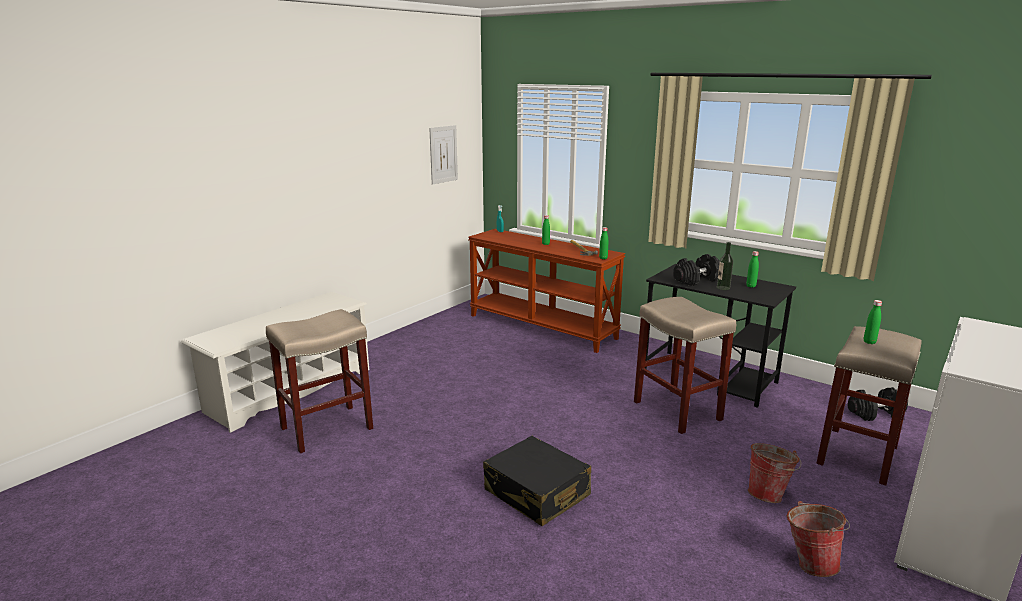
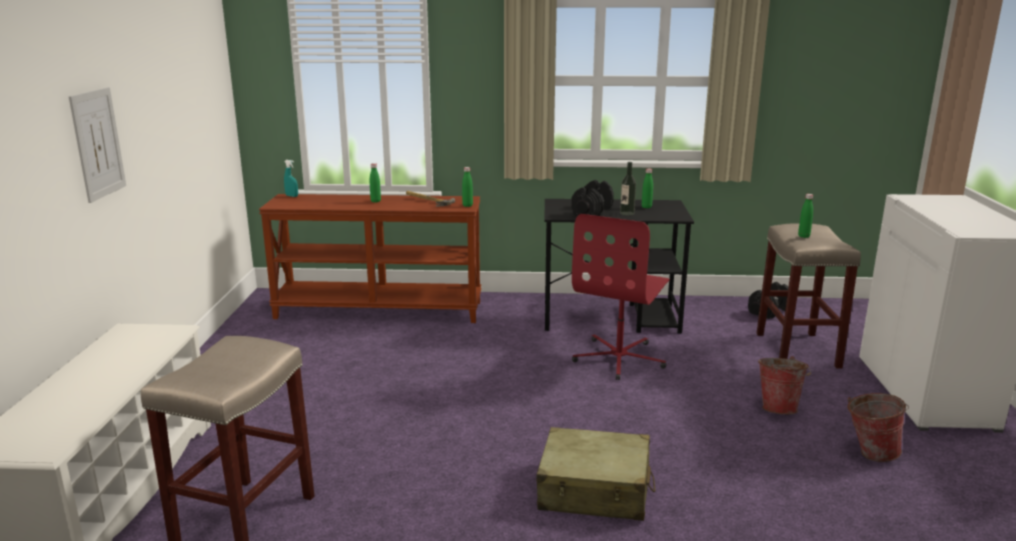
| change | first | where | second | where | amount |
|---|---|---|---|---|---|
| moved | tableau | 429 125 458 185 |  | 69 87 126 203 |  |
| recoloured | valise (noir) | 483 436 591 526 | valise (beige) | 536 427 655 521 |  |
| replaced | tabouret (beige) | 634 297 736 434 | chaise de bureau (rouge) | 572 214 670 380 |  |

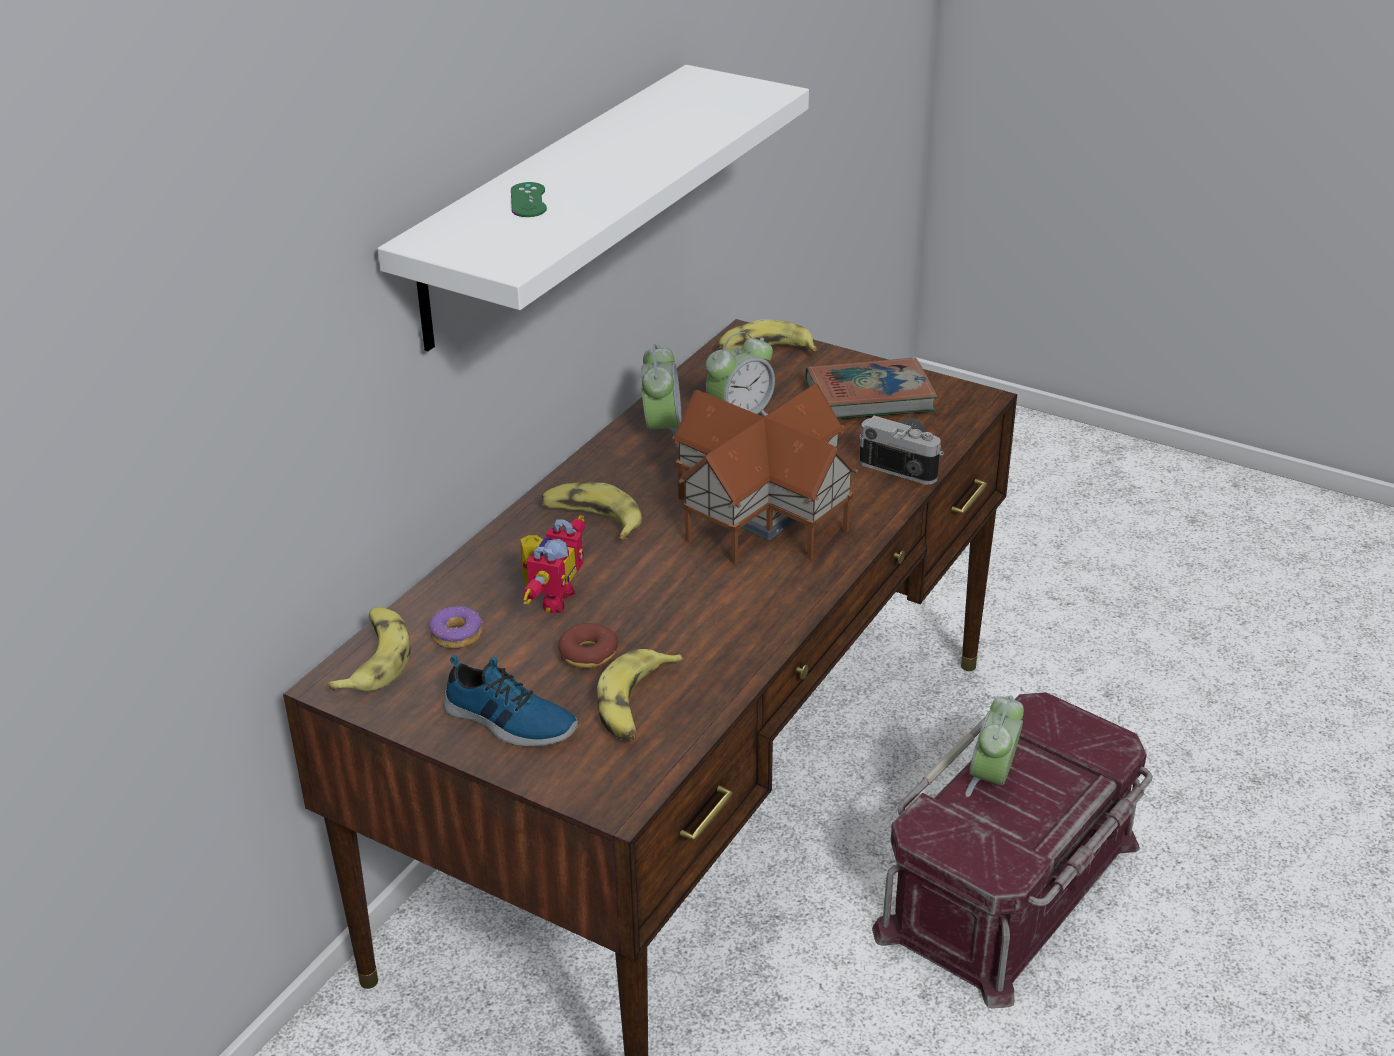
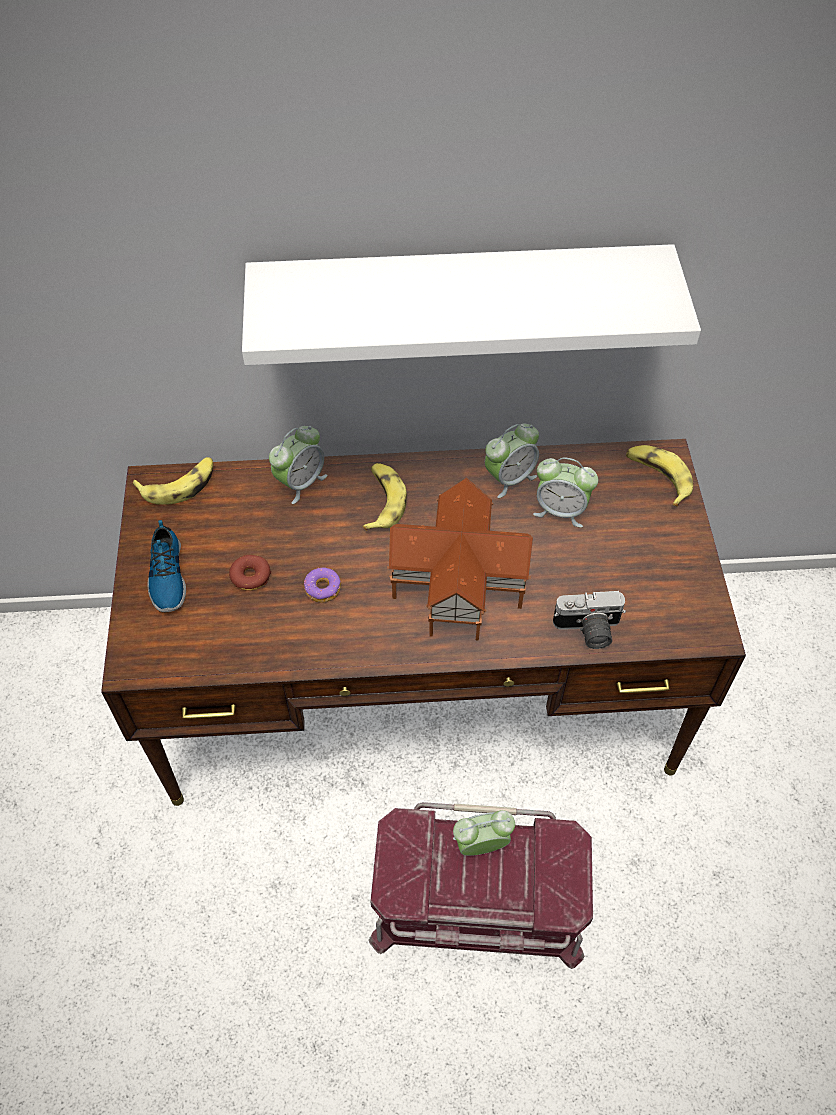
| change | first | where | second | where | amount |
|---|---|---|---|---|---|
| added |  |  | réveil | 269 426 327 504 |  |
| moved | beignet | 429 606 483 649 |  | 304 567 341 603 |  |
| turned | appareil photo | 860 416 944 485 |  | 553 591 626 649 | 90 degrees clockwise |
| removed | manette (vert) | 511 182 547 217 |  |  |  |
| removed | robot jouet | 520 515 585 614 |  |  |  |
| removed | banane | 597 649 684 741 |  |  |  |
| removed | livre | 806 358 937 419 |  |  |  |

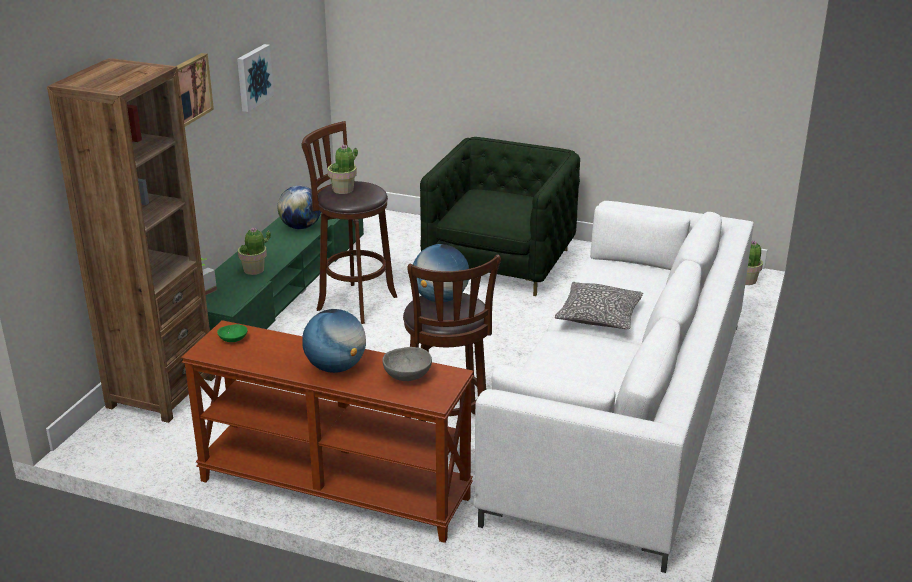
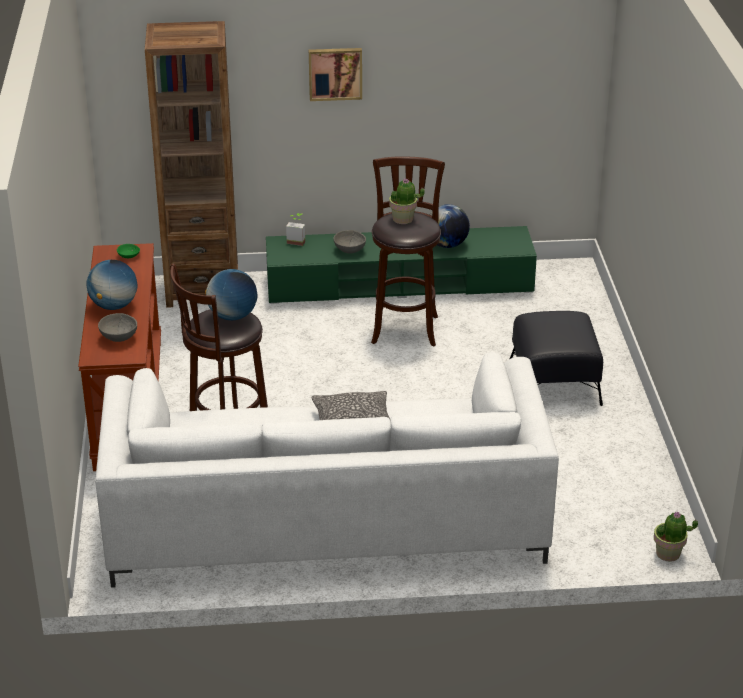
| change | first | where | second | where | amount |
|---|---|---|---|---|---|
| replaced | plante en pot | 238 228 271 275 | bol (gris) | 333 230 366 253 |  |
| replaced | fauteuil (vert) | 420 137 580 296 | pouf (noir) | 510 311 603 406 |  |
| removed | tableau | 237 44 274 112 |  |  |  |

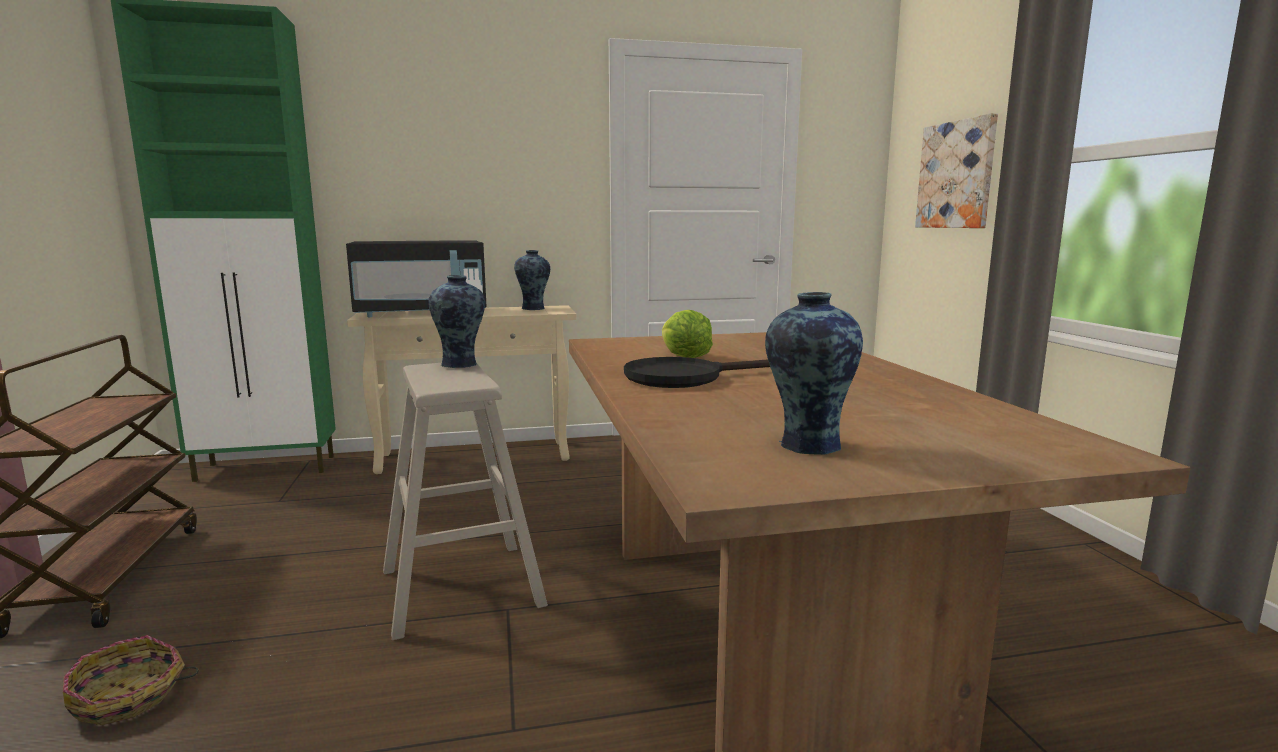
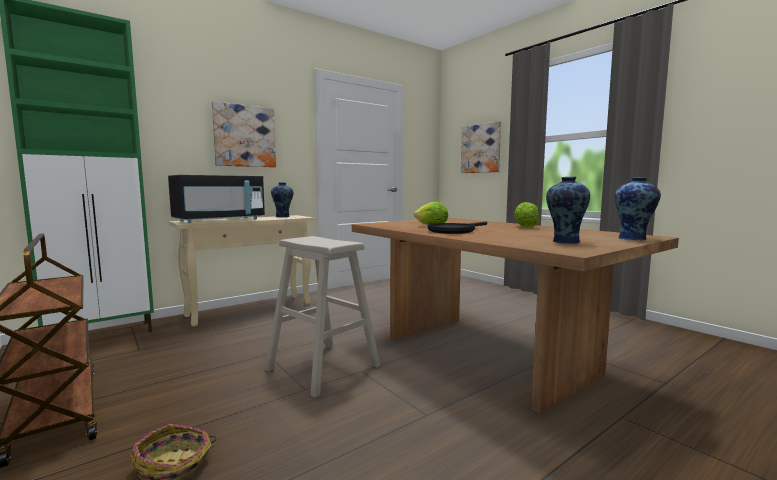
| change | first | where | second | where | amount |
|---|---|---|---|---|---|
| added |  |  | tableau | 212 101 276 167 |  |
| added |  |  | laitue | 514 202 539 227 |  |
| moved | vase | 428 275 485 368 |  | 615 177 661 240 |  |

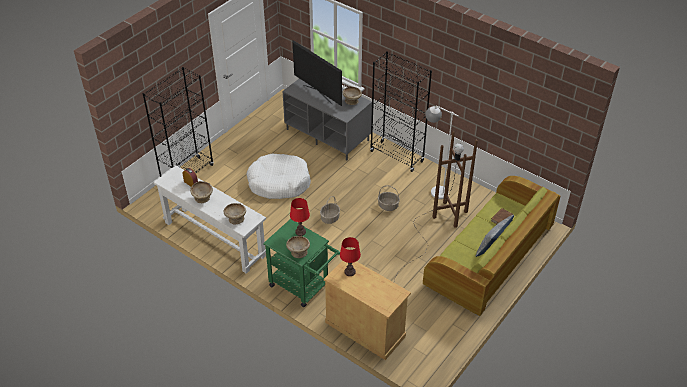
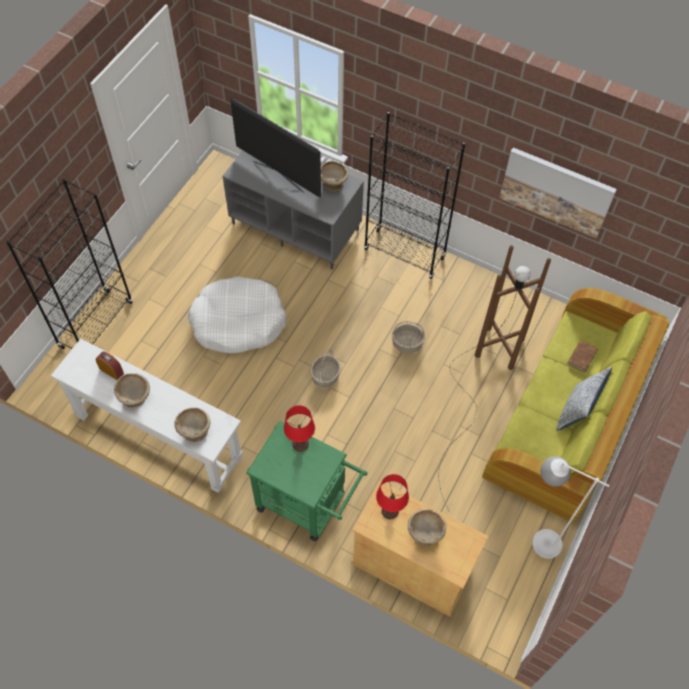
| change | first | where | second | where | amount |
|---|---|---|---|---|---|
| moved | bol (beige) | 286 236 310 258 |  | 408 509 446 546 |  |
| added |  |  | tableau | 499 147 617 238 |  |
| moved | lampadaire (blanc) | 425 105 459 199 |  | 532 456 610 559 |  |

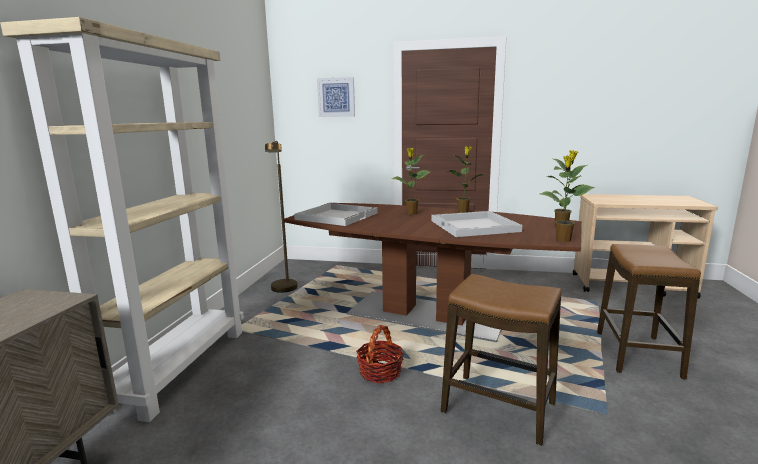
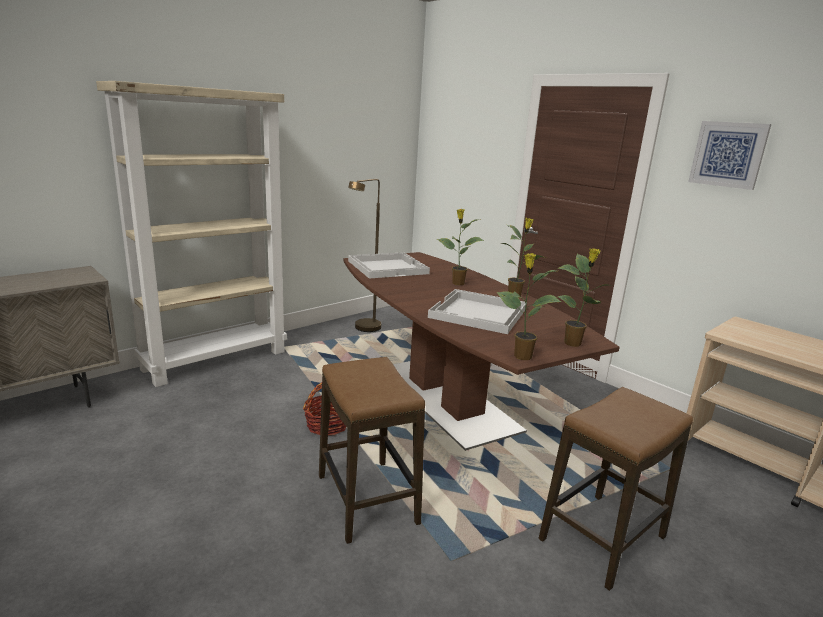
| change | first | where | second | where | amount |
|---|---|---|---|---|---|
| moved | tableau | 317 77 355 117 |  | 688 121 771 190 |  |

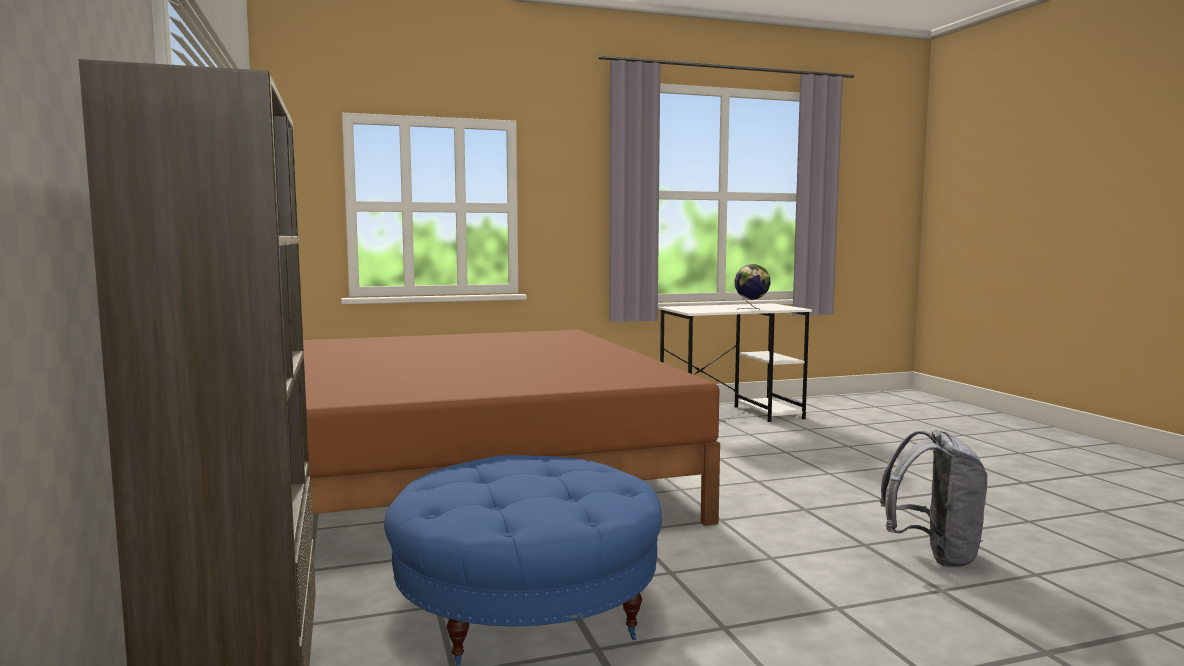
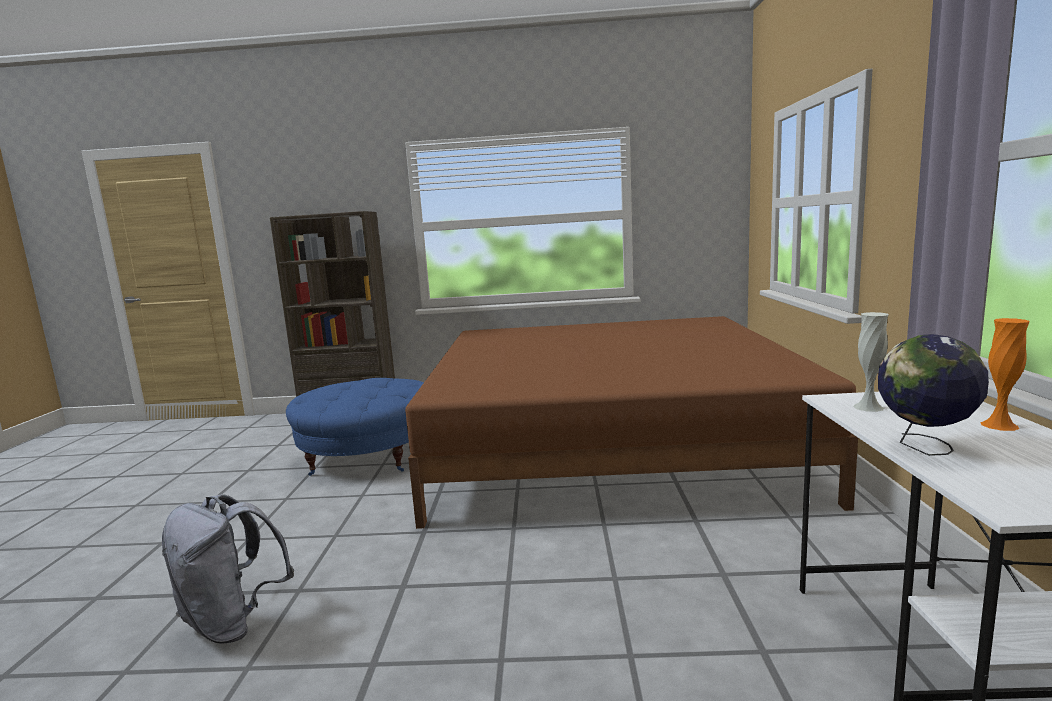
| change | first | where | second | where | amount |
|---|---|---|---|---|---|
| added |  |  | vase (blanc) | 853 312 888 412 |  |
| added |  |  | vase (orange) | 980 318 1030 431 |  |

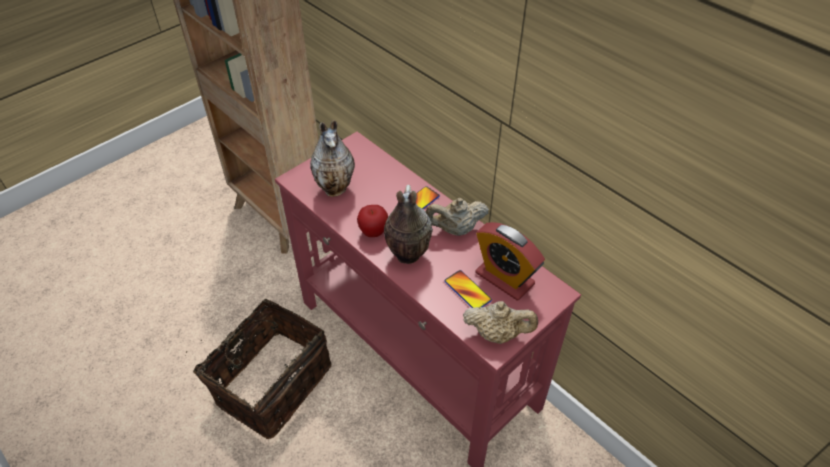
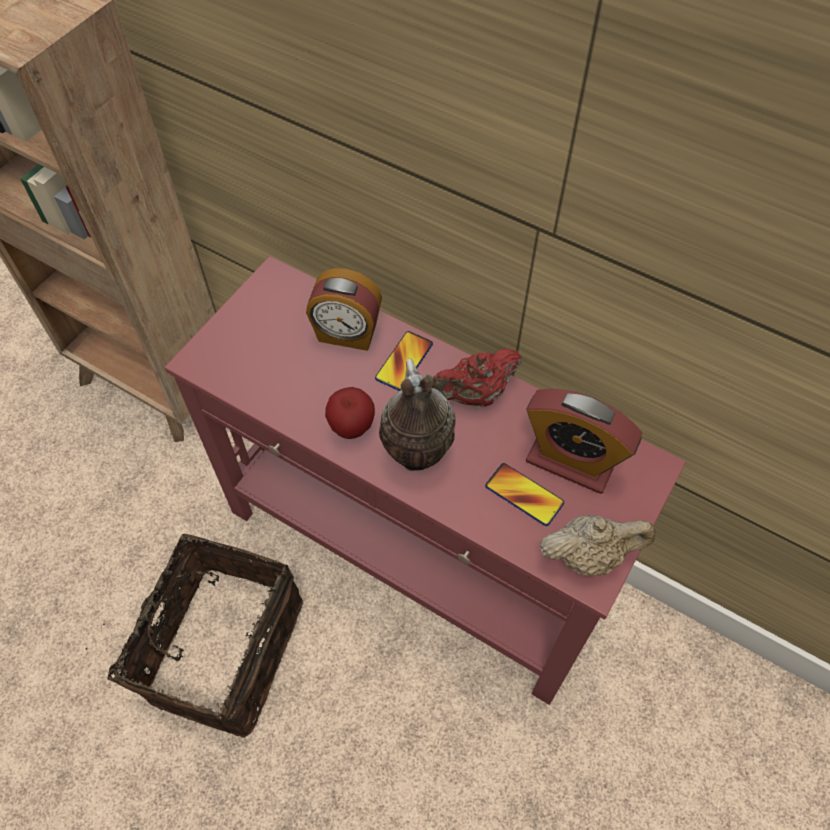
| change | first | where | second | where | amount |
|---|---|---|---|---|---|
| added |  |  | réveil | 306 268 382 351 |  |
| recoloured | théière (beige) | 426 198 489 236 | théière (rouge) | 432 348 522 407 |  |
| removed | vase | 310 120 355 197 |  |  |  |

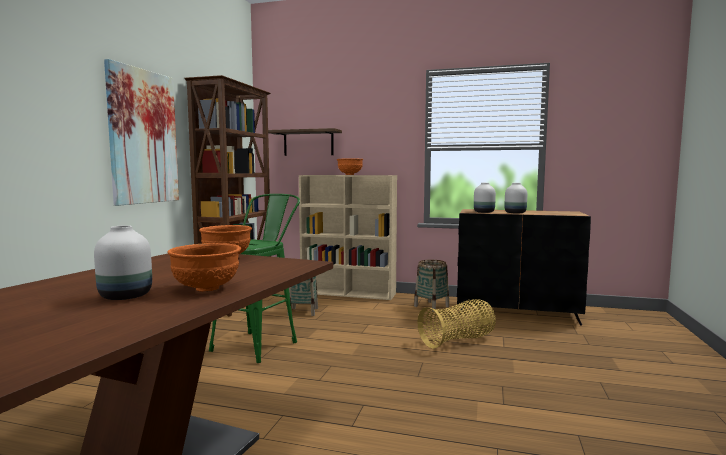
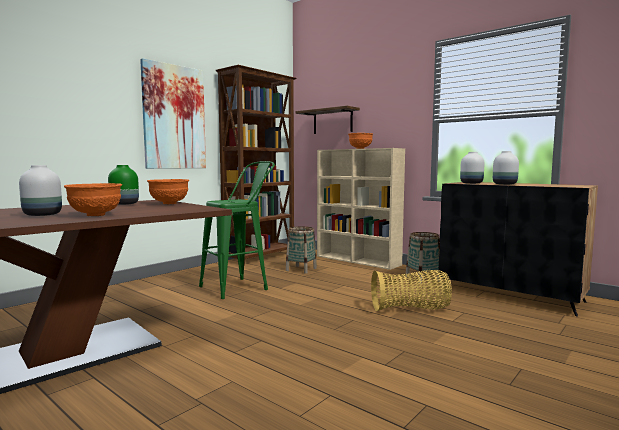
| change | first | where | second | where | amount |
|---|---|---|---|---|---|
| added |  |  | vase (vert) | 108 165 139 205 |  |

